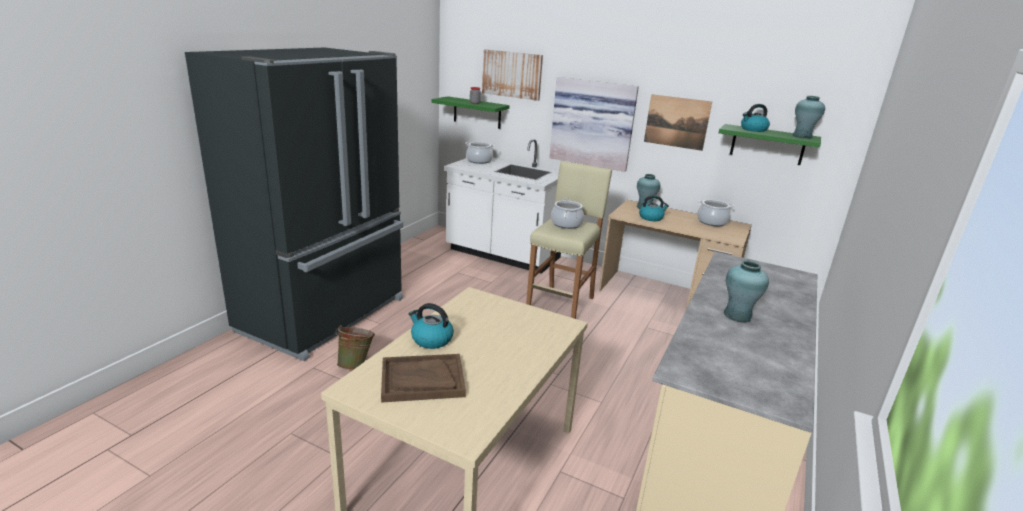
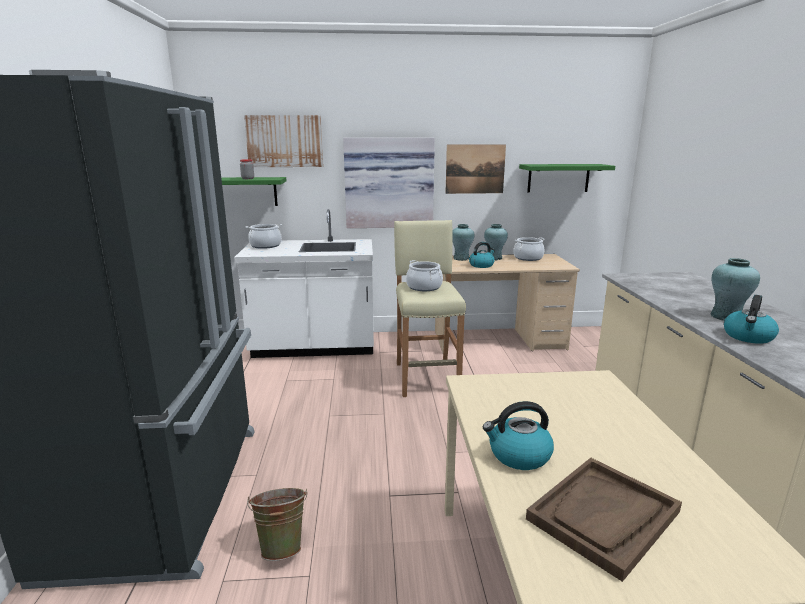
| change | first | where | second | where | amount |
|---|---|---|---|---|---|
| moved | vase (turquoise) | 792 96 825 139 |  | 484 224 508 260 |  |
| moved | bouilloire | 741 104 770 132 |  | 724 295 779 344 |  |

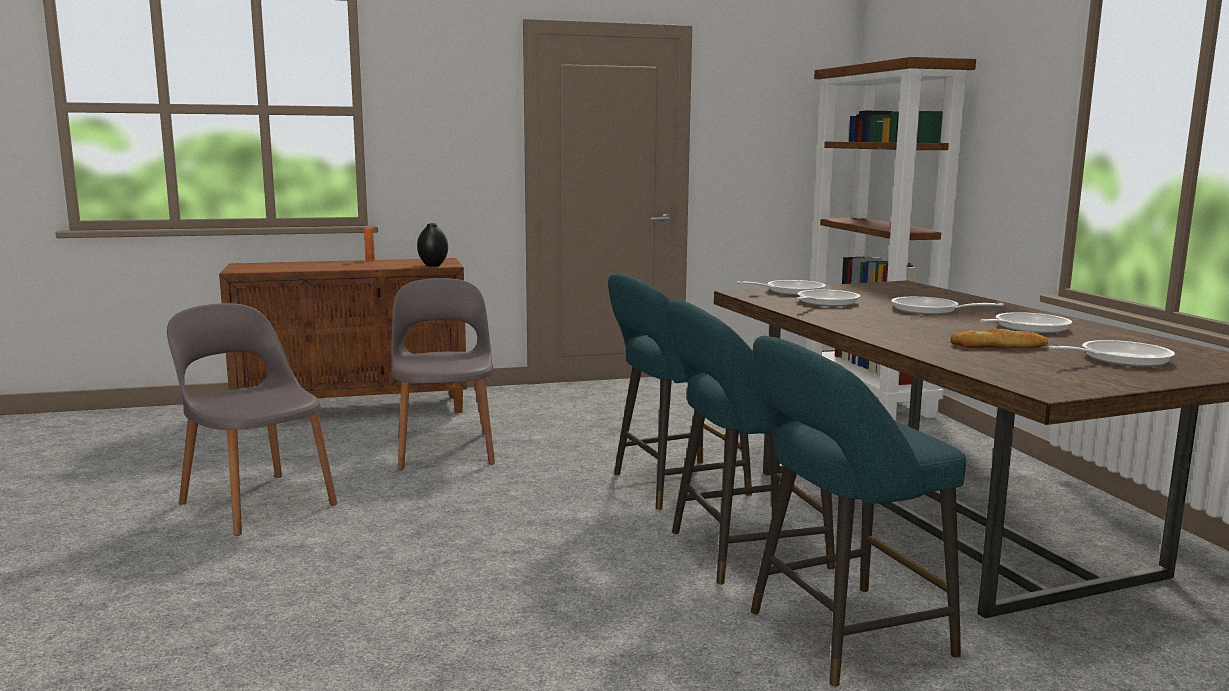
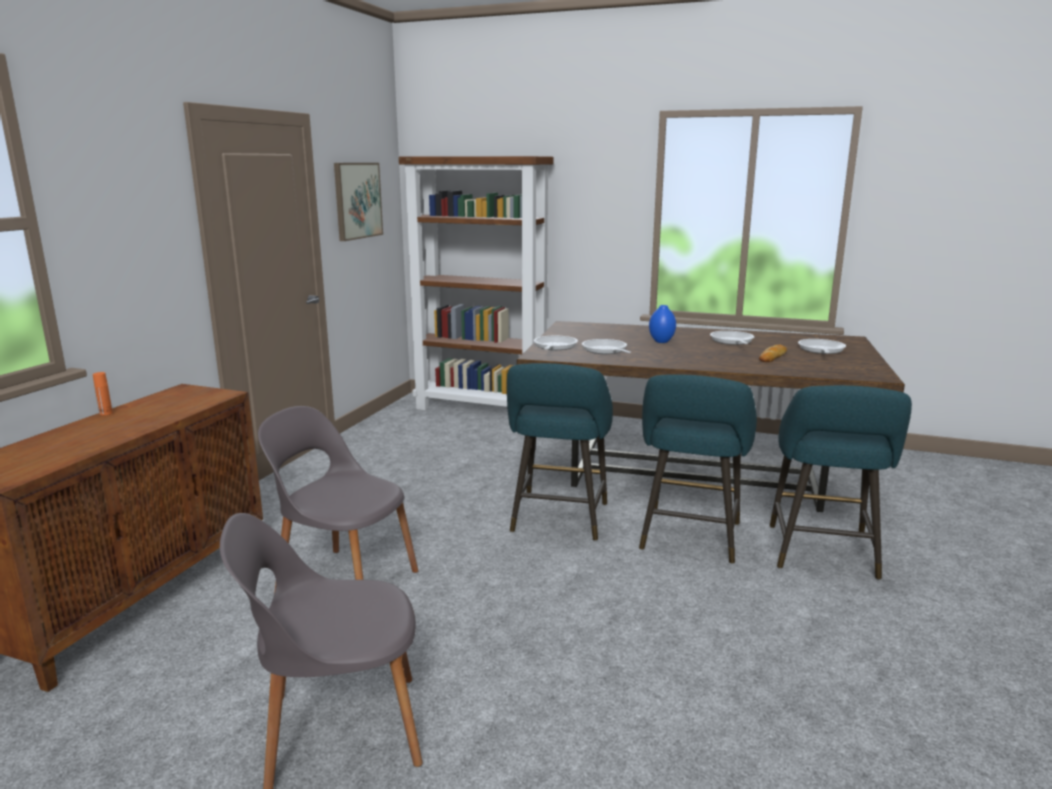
| change | first | where | second | where | amount |
|---|---|---|---|---|---|
| added |  |  | tableau | 334 163 383 241 |  |
| replaced | poêle | 891 297 1004 315 | vase (bleu) | 649 305 676 343 |  |
| removed | vase (noir) | 417 223 448 266 |  |  |  |

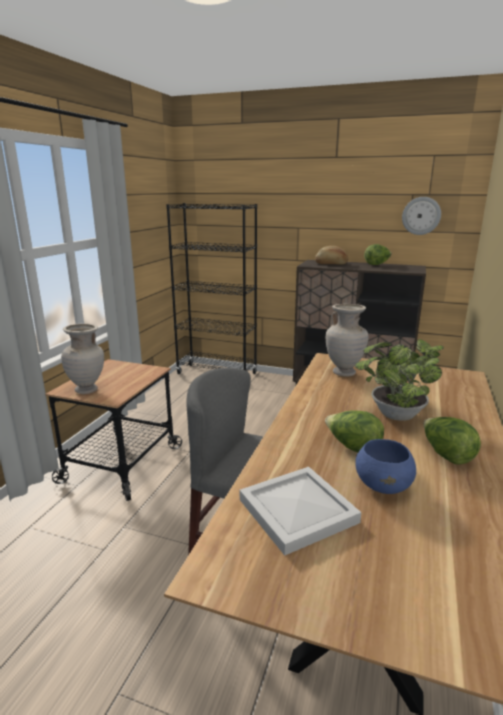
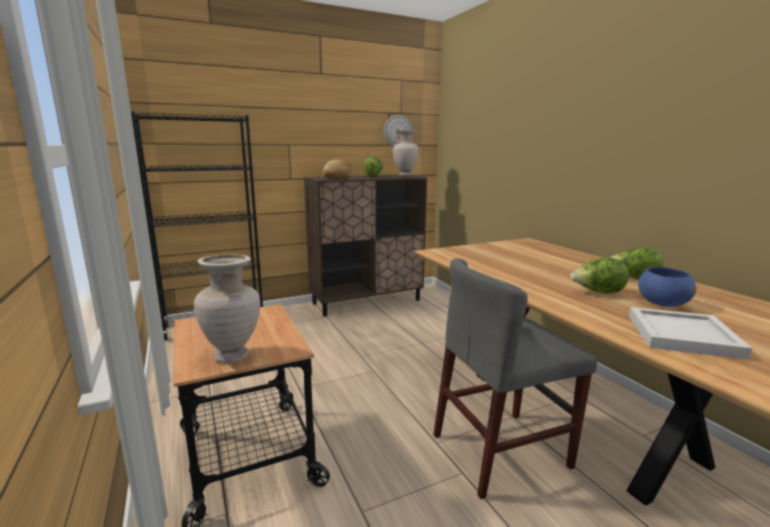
| change | first | where | second | where | amount |
|---|---|---|---|---|---|
| moved | vase (beige) | 326 304 368 376 |  | 393 130 419 176 |  |
| removed | plante en pot | 355 339 444 421 |  |  |  |

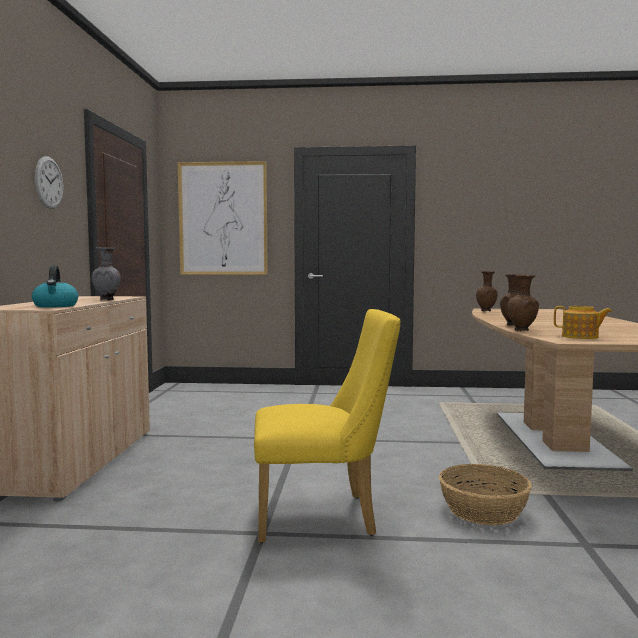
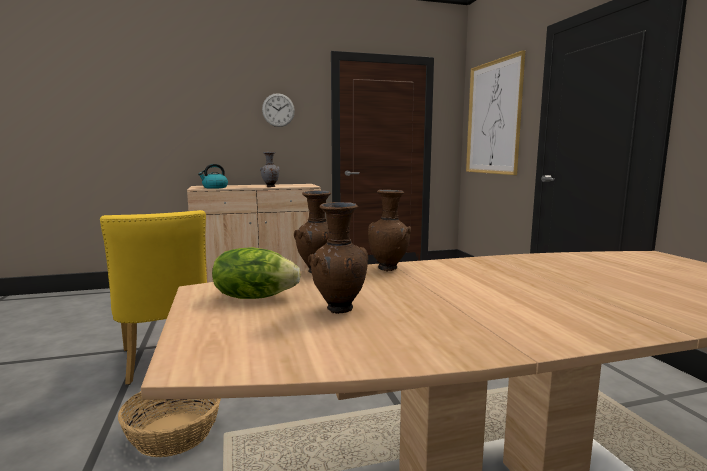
| change | first | where | second | where | amount |
|---|---|---|---|---|---|
| replaced | théière | 554 306 612 339 | laitue | 212 247 301 299 |  |
| moved | vase (marron) | 476 271 498 312 |  | 308 202 368 314 |  |

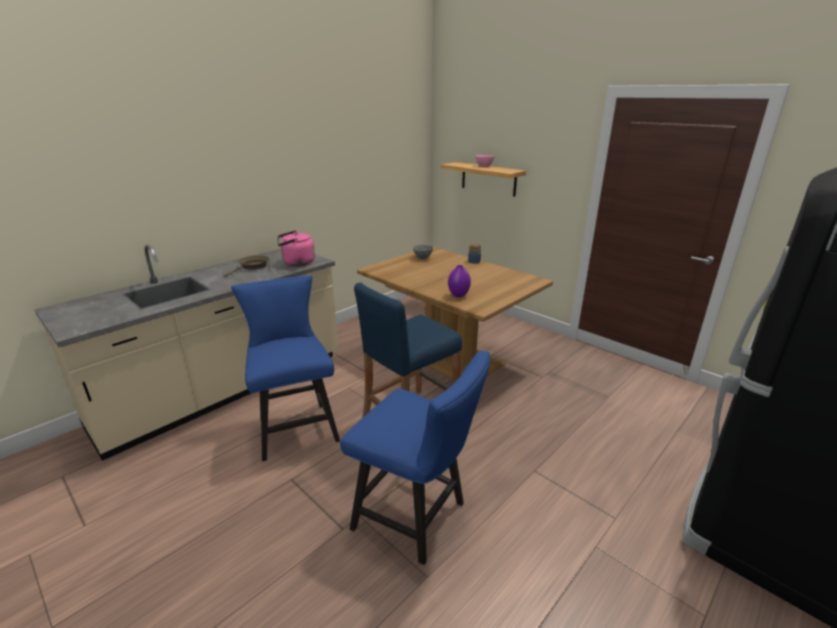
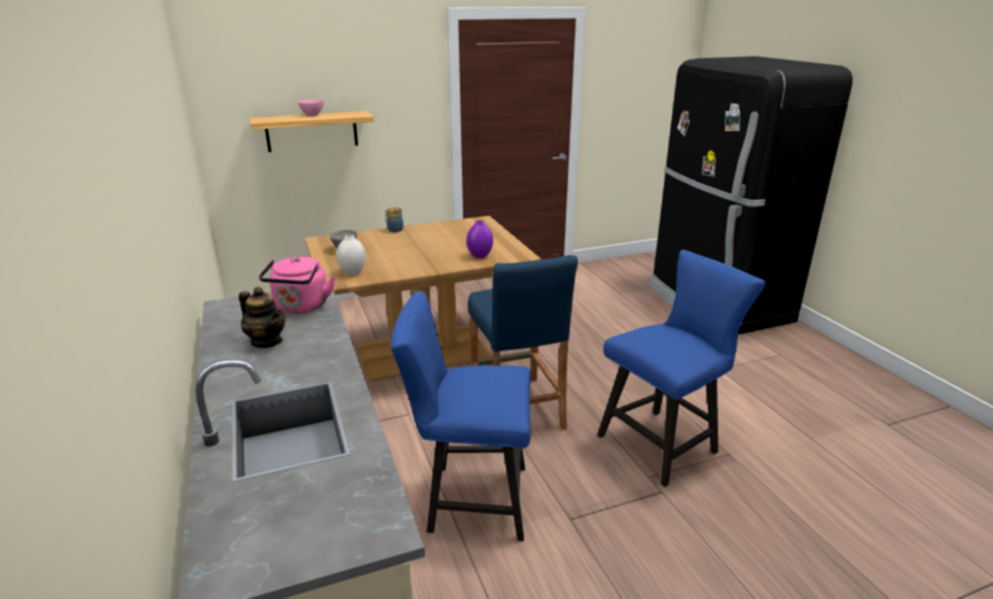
| change | first | where | second | where | amount |
|---|---|---|---|---|---|
| replaced | poêle (marron) | 223 255 269 277 | théière | 239 287 286 348 |  |
| added |  |  | vase (blanc) | 337 235 366 275 |  |

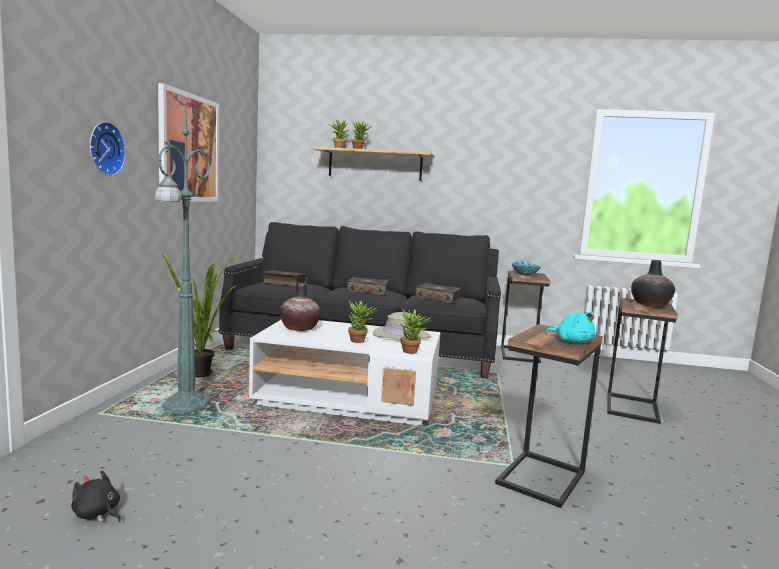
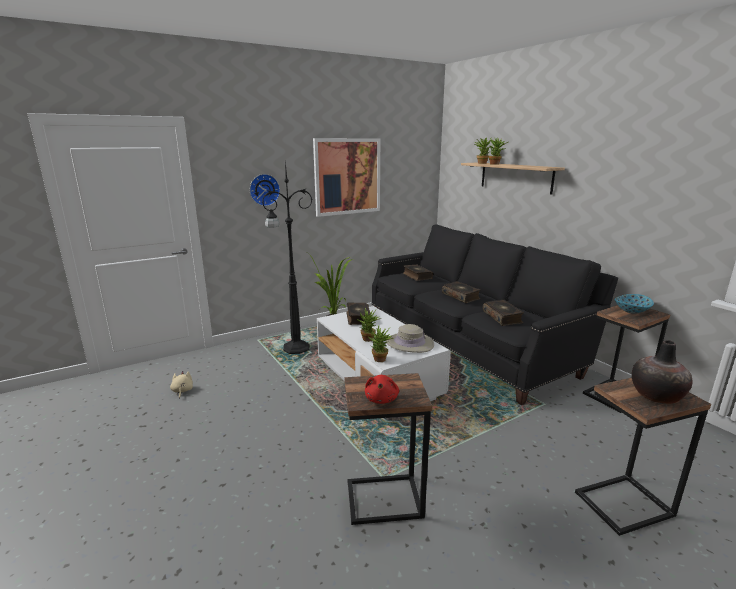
| change | first | where | second | where | amount |
|---|---|---|---|---|---|
| recoloured | peluche (noir) | 71 470 121 522 | peluche (beige) | 170 371 193 399 |  |
| recoloured | lampadaire (vert) | 155 101 211 413 | lampadaire (noir) | 262 161 312 354 |  |
| replaced | vase | 280 283 321 331 | livre | 346 302 372 325 |  |
| recoloured | peluche (turquoise) | 545 312 595 343 | peluche (rouge) | 365 375 399 404 |  |

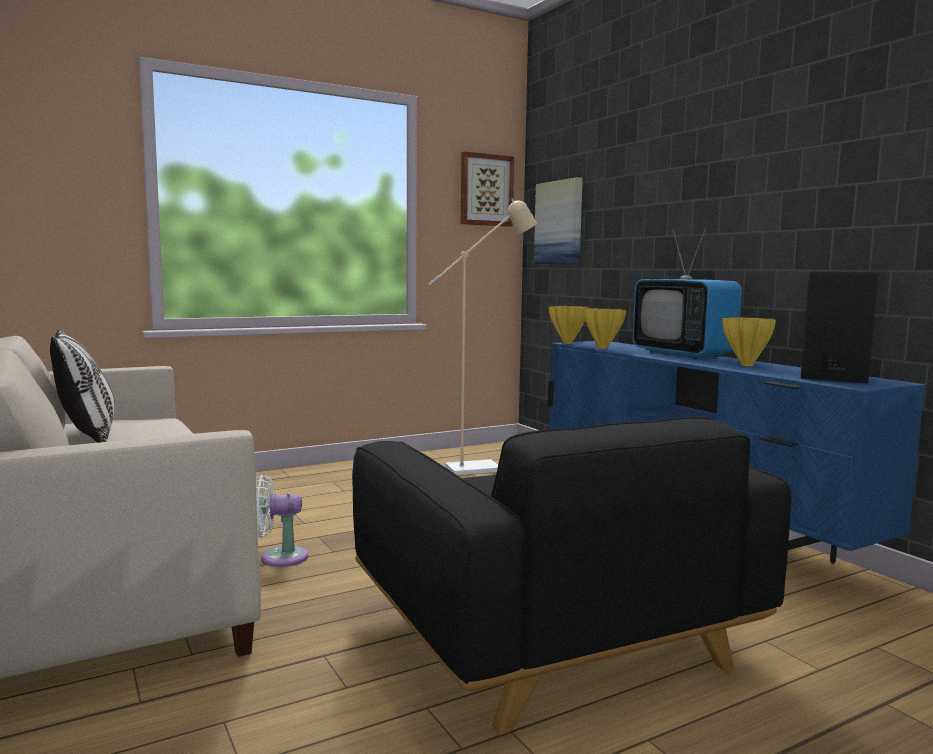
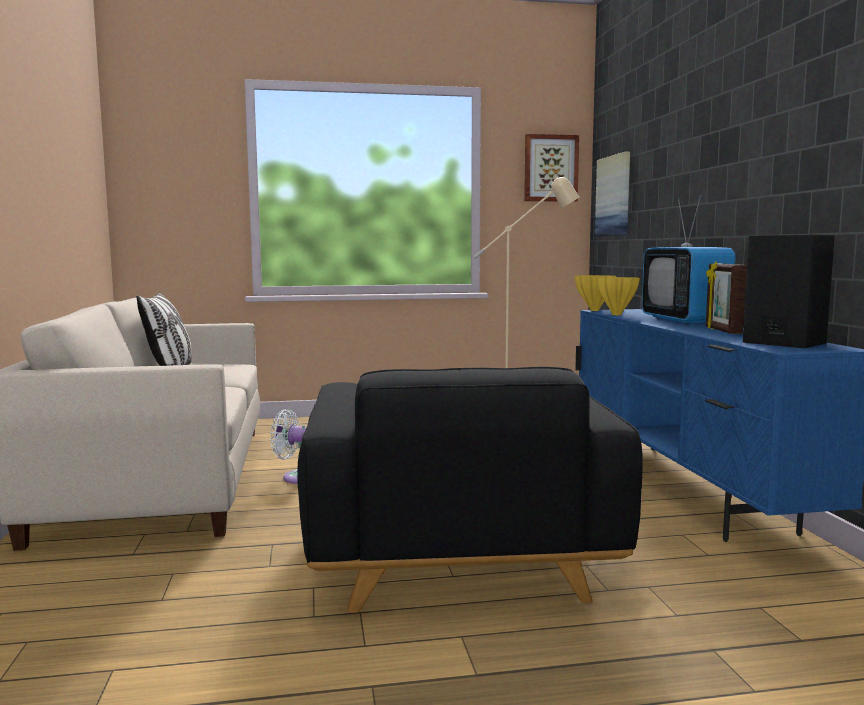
| change | first | where | second | where | amount |
|---|---|---|---|---|---|
| replaced | vase (jaune) | 722 317 776 366 | cadre photo | 706 262 747 334 |  |

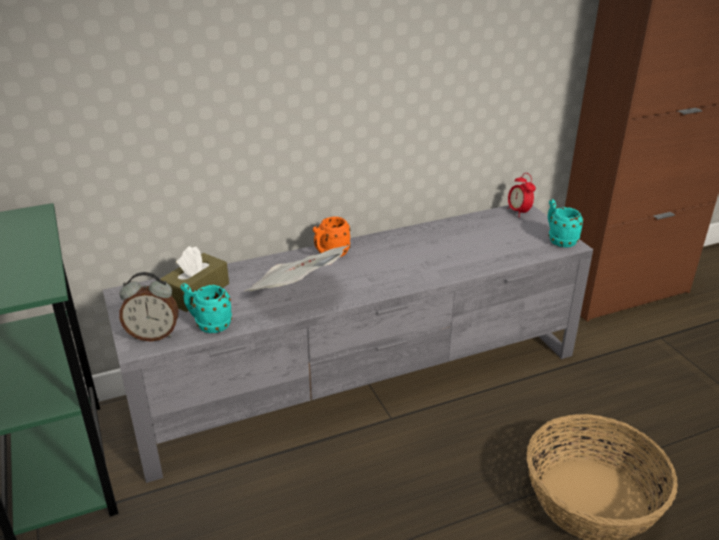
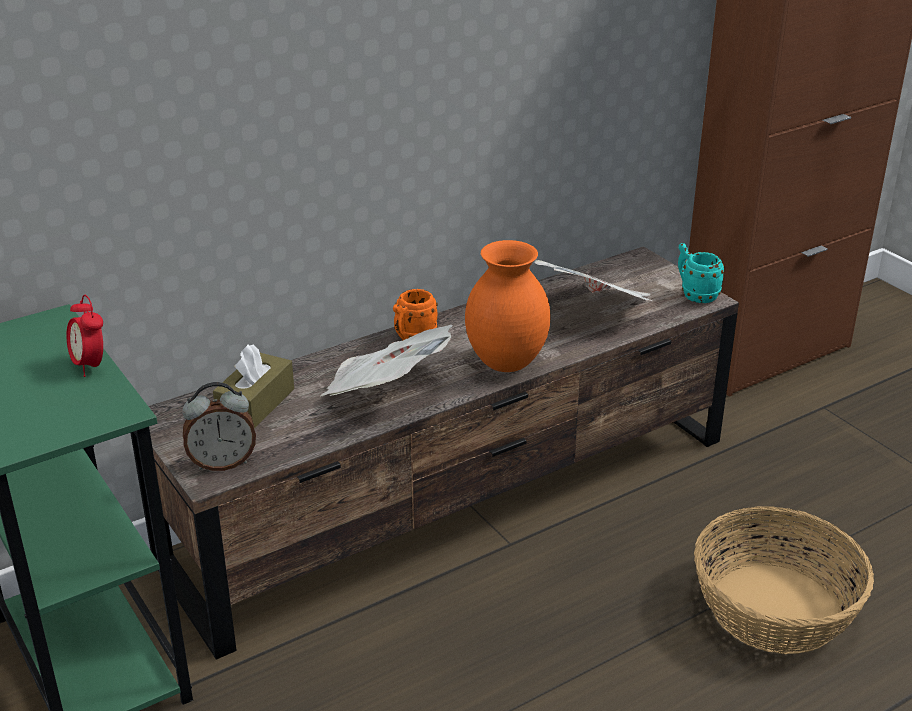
| change | first | where | second | where | amount |
|---|---|---|---|---|---|
| moved | réveil | 507 173 536 215 |  | 66 295 103 377 |  |
| recoloured | meuble télé (gris) | 103 205 593 483 | meuble télé (marron) | 131 246 739 660 |  |
| added |  |  | vase (orange) | 465 240 551 372 |  |
| added |  |  | journal | 535 260 652 301 |  |
| removed | mug (turquoise) | 181 283 232 333 |  |  |  |

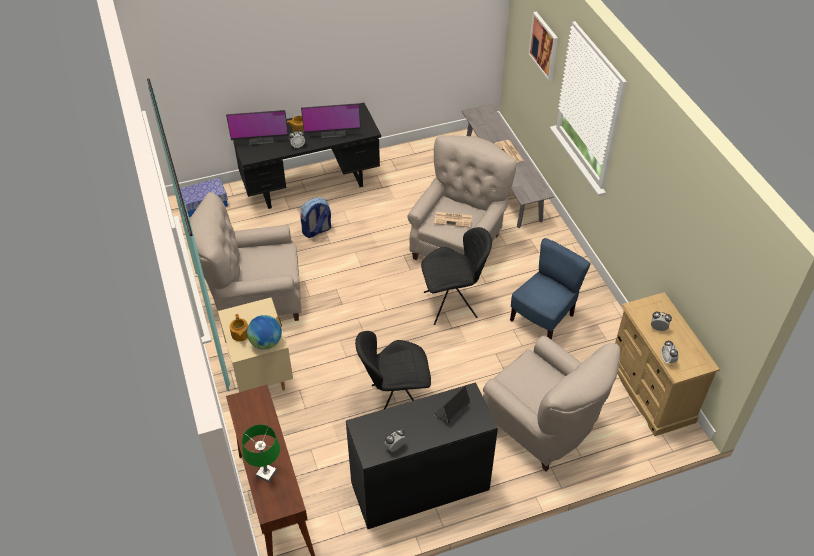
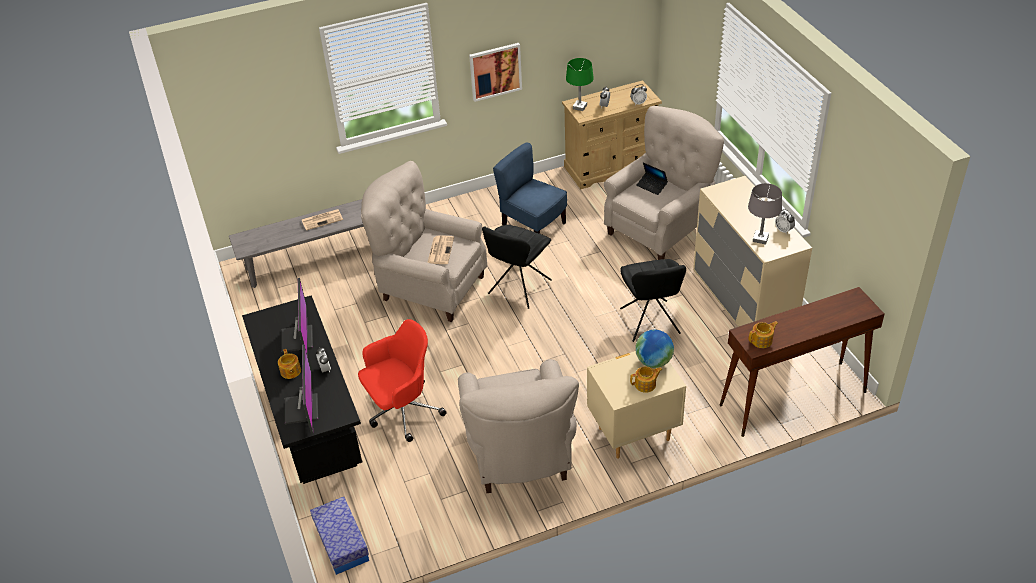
| change | first | where | second | where | amount |
|---|---|---|---|---|---|
| replaced | sac à dos | 300 197 331 238 | chaise de bureau (rouge) | 358 319 447 442 |  |
| moved | tableau | 528 12 558 81 |  | 469 43 522 102 |  |
| turned | chaise (noir) | 421 227 492 325 |  | 482 225 552 309 | 135 degrees counterclockwise |
| moved | lampe de table (vert) | 242 424 280 483 |  | 566 58 594 111 |  |
| moved | ordinateur portable | 434 386 470 422 |  | 636 163 668 195 |  |
| recoloured | commode (noir) | 346 382 498 529 | commode (beige) | 693 176 812 327 |  |
| added |  |  | lampe de table (gris) | 748 183 782 245 |  |
| added |  |  | théière | 749 321 778 348 |  |

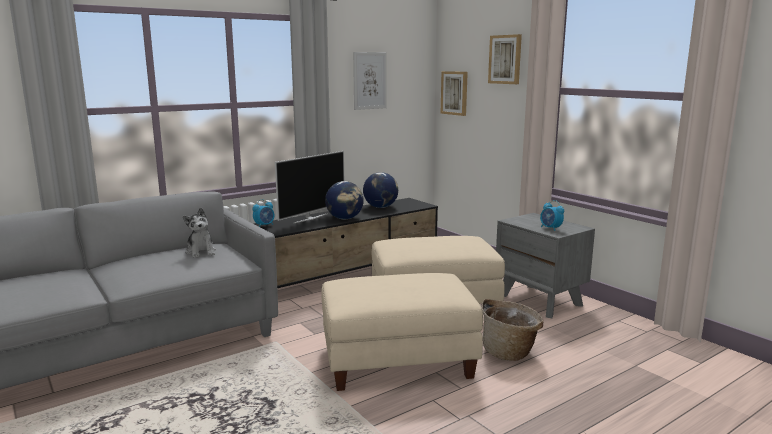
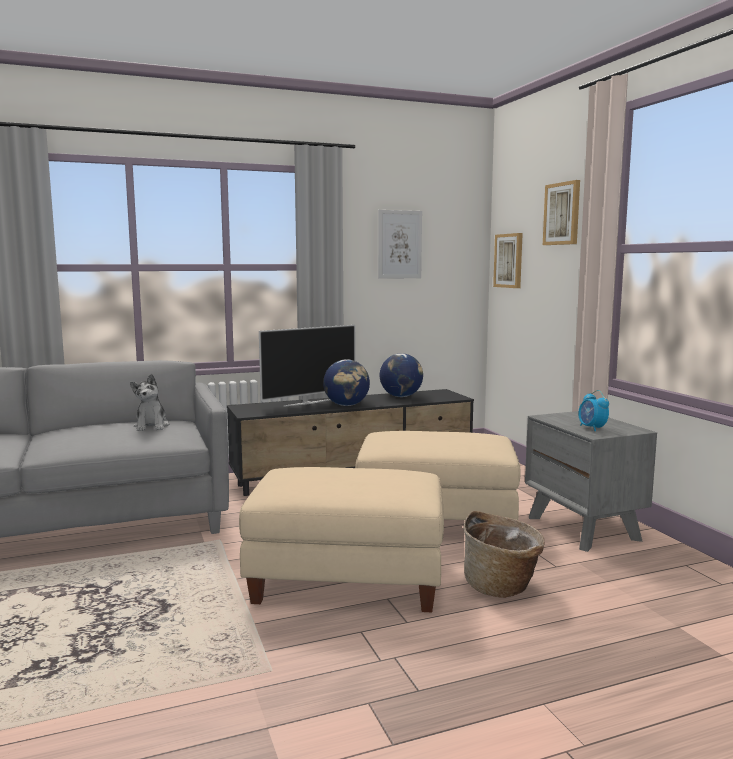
| change | first | where | second | where | amount |
|---|---|---|---|---|---|
| removed | réveil | 252 199 275 227 |  |  |  |

